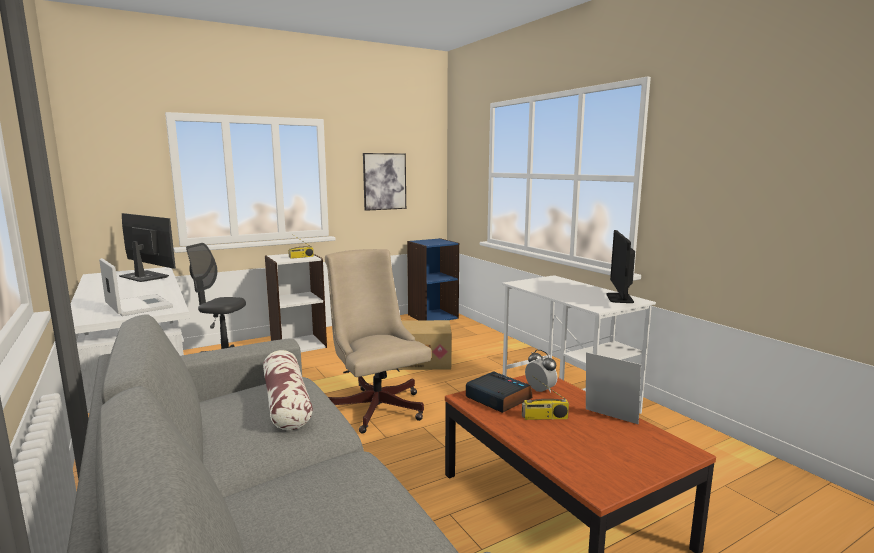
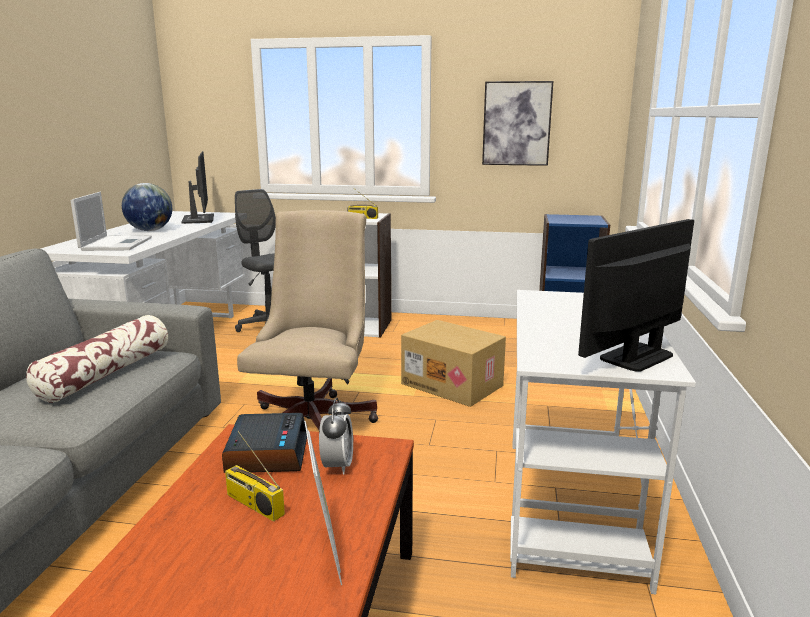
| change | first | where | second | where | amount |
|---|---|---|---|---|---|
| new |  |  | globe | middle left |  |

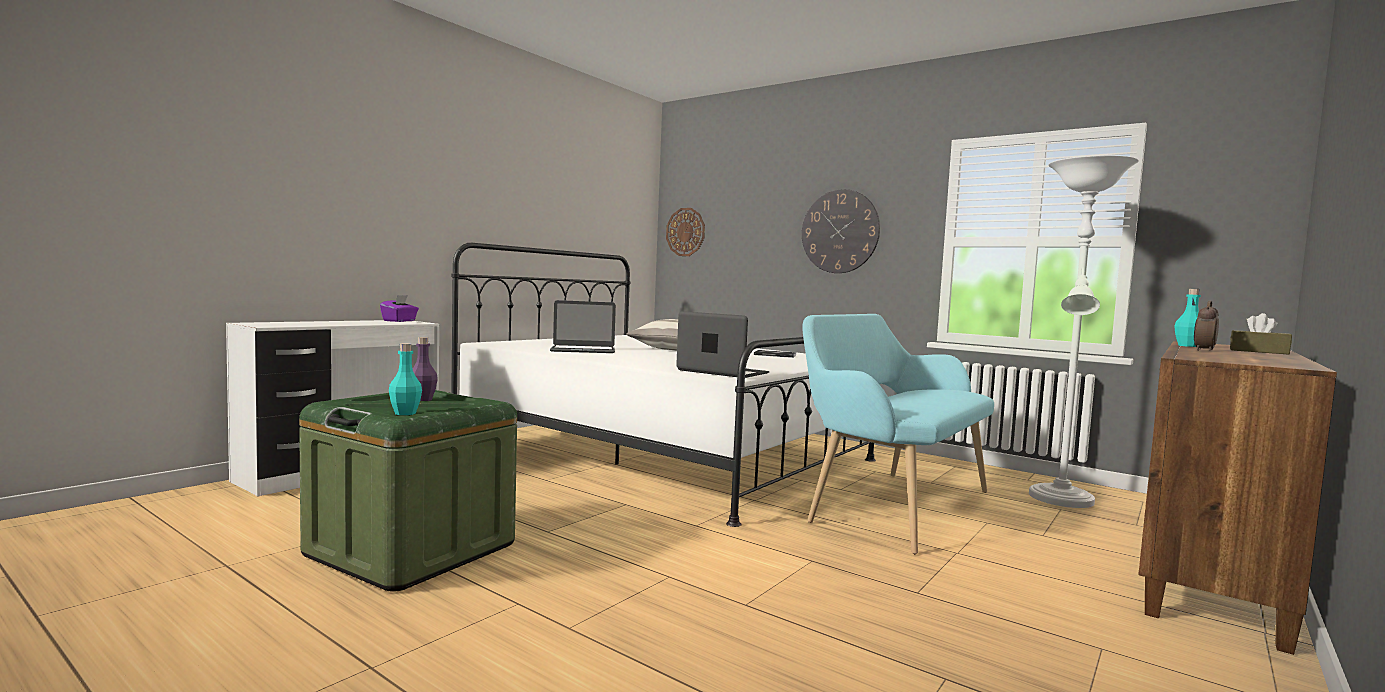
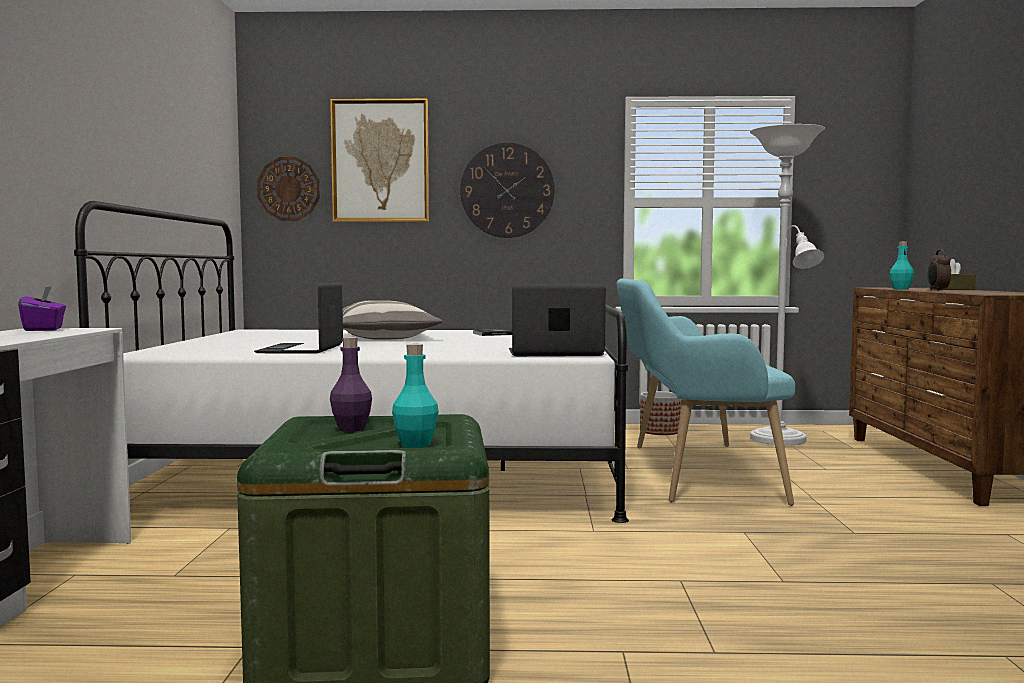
| change | first | where | second | where | amount |
|---|---|---|---|---|---|
| rotated | laptop (no. 1 from left) | centre |  | middle left | 135 degrees clockwise |
| new |  |  | picture | top centre |  |
| new |  |  | planter | centre |  |

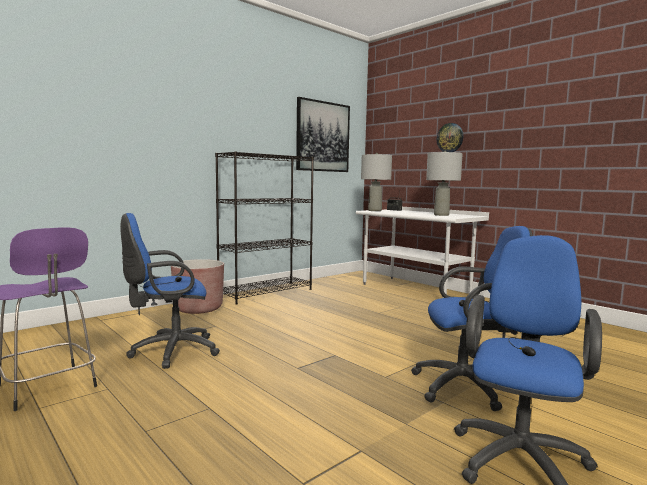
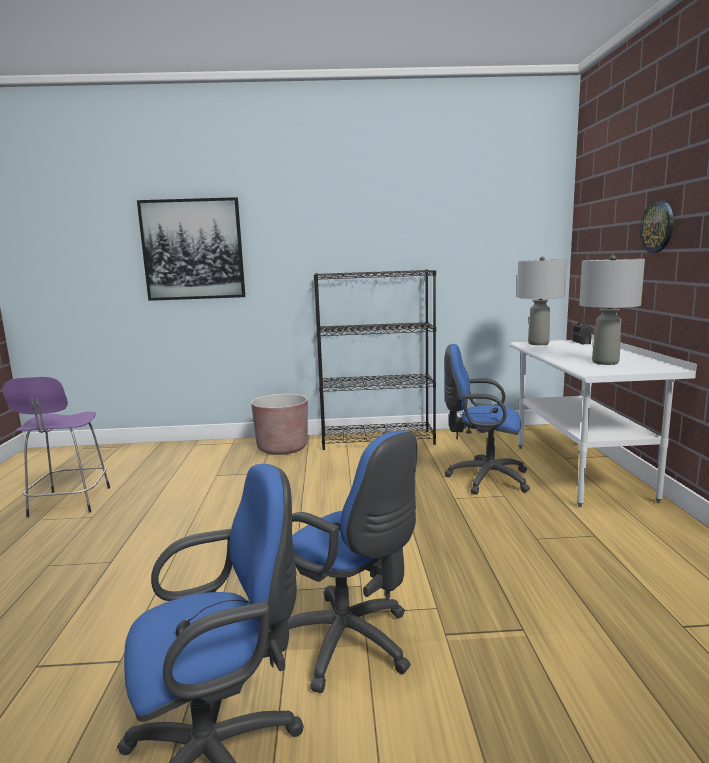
| change | first | where | second | where | amount |
|---|---|---|---|---|---|
| shifted | blue office chair (no. 1 from left in the first image) | middle left | blue office chair (no. 3 from left) | middle right |  |
| shifted | picture | top centre |  | top left |  |

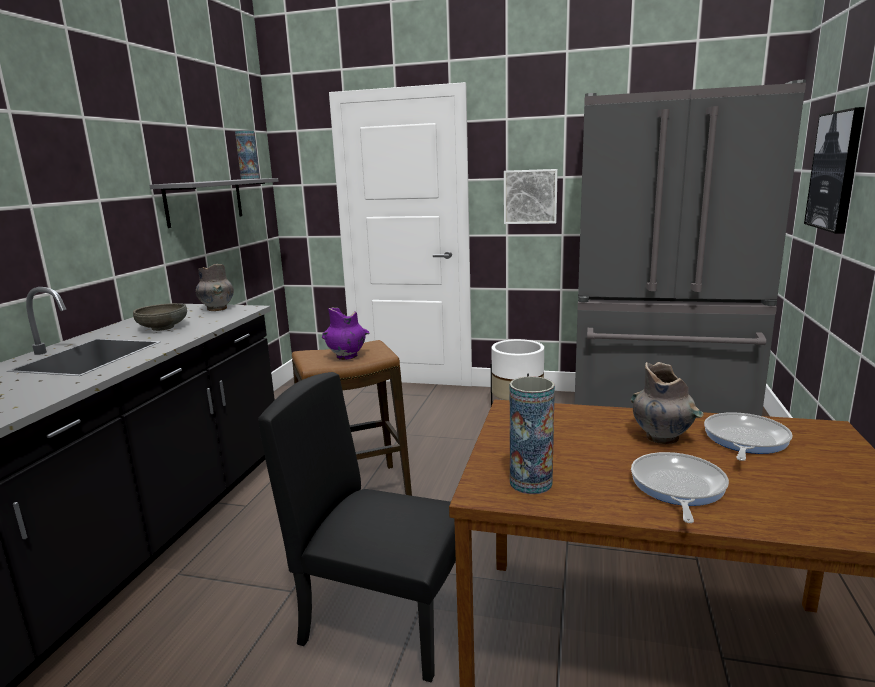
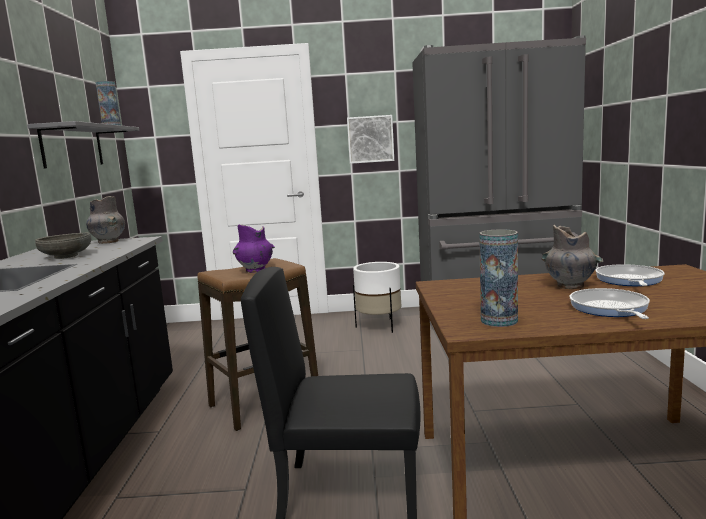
| change | first | where | second | where | amount |
|---|---|---|---|---|---|
| gone | picture (no. 2 from left) | top right |  |  |  |

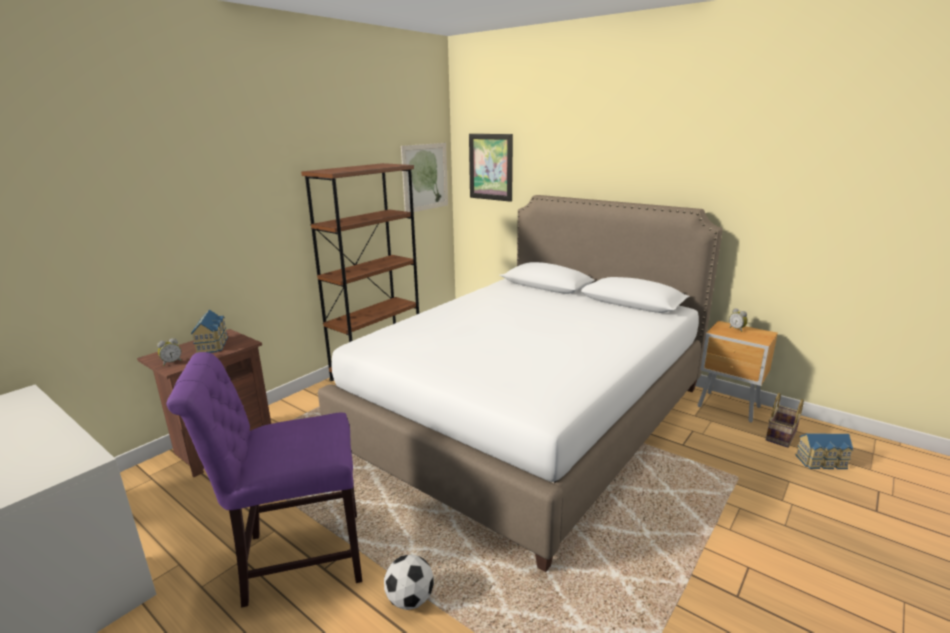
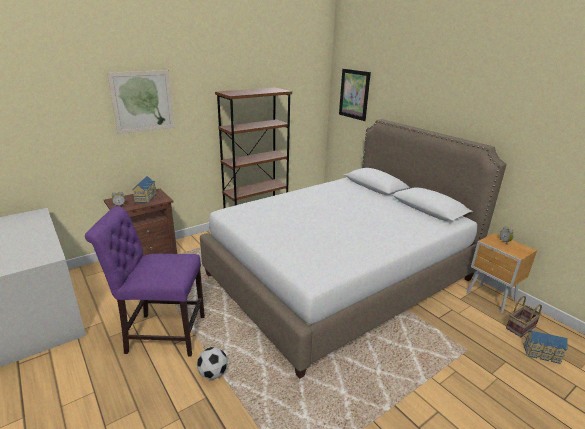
| change | first | where | second | where | amount |
|---|---|---|---|---|---|
| shifted | picture (no. 1 from left) | top centre |  | top left |  |

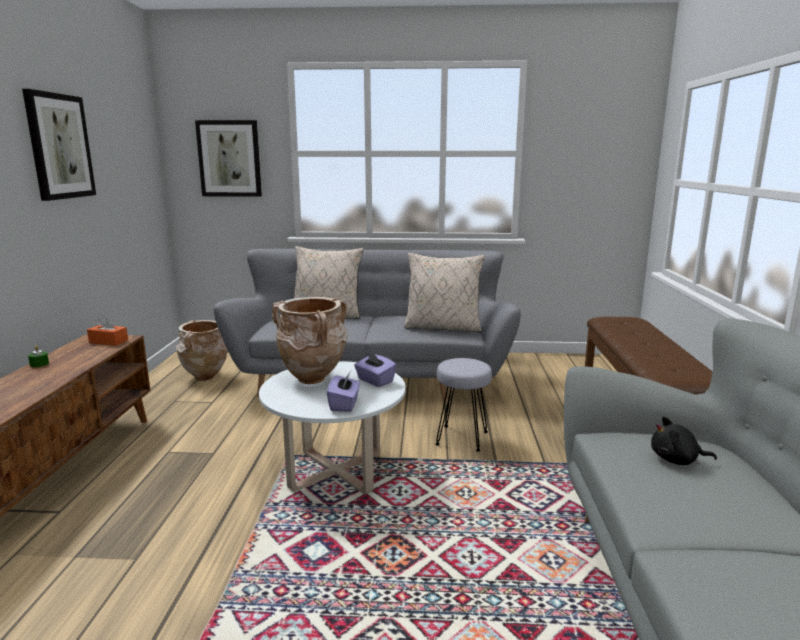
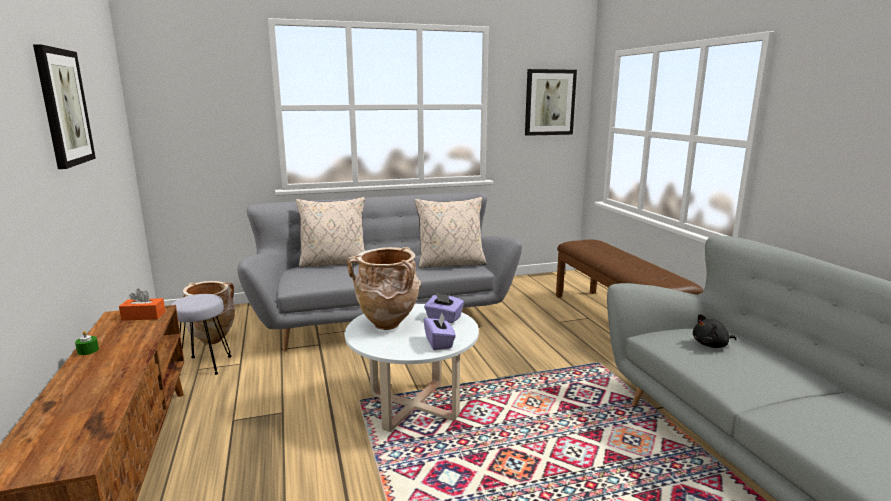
| change | first | where | second | where | amount |
|---|---|---|---|---|---|
| shifted | picture (no. 2 from left) | top left |  | top centre |  |
| shifted | grey stool | centre |  | bottom left |  |

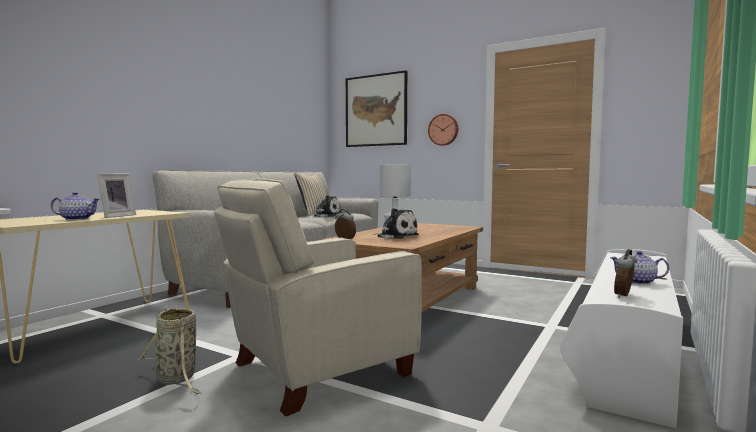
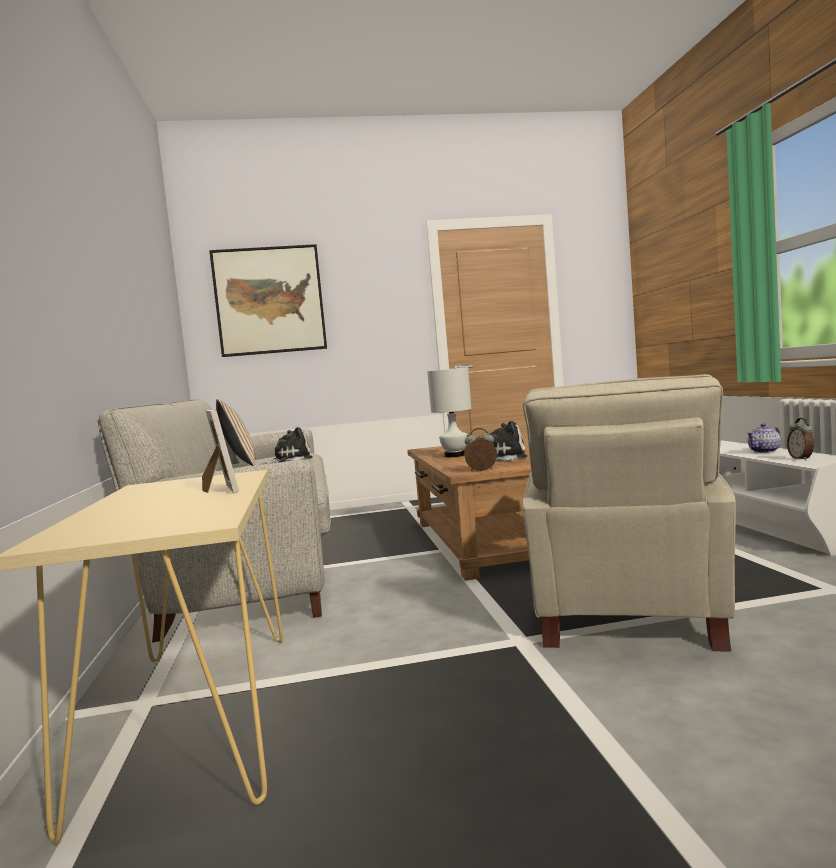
| change | first | where | second | where | amount |
|---|---|---|---|---|---|
| gone | teapot (no. 1 from left) | middle left |  |  |  |
| gone | basket | bottom left |  |  |  |
| gone | wall clock | top centre |  |  |  |

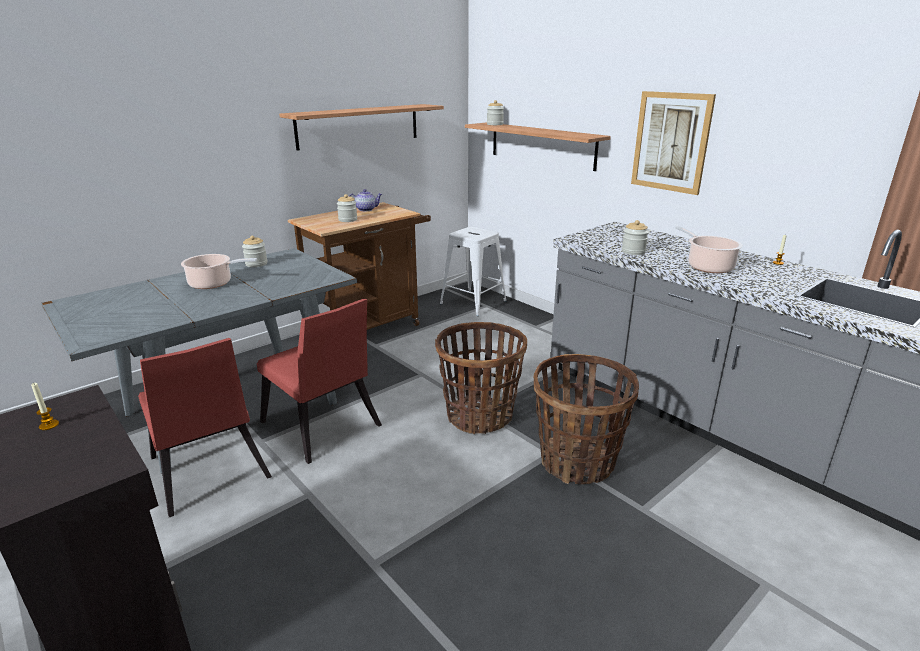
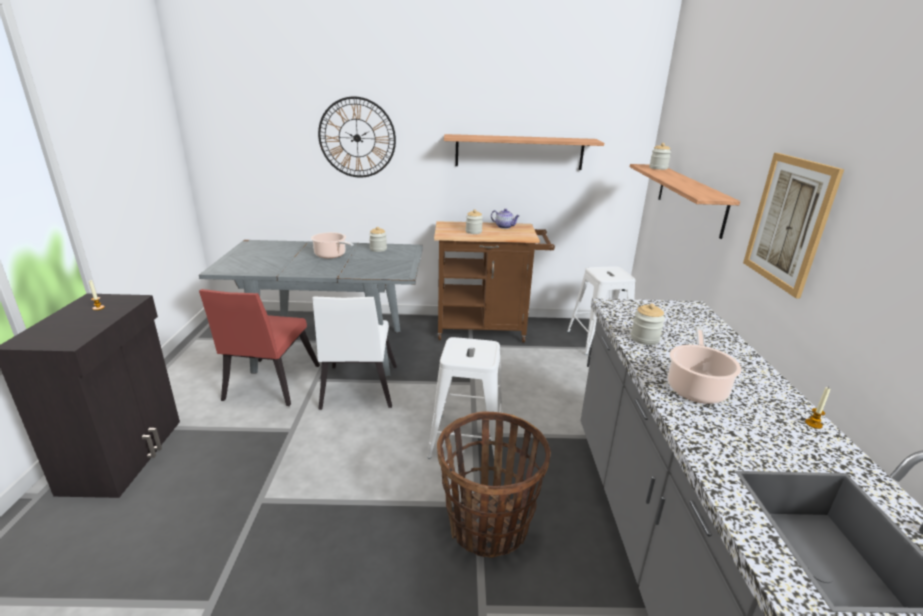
| change | first | where | second | where | amount |
|---|---|---|---|---|---|
| repainted | red chair (no. 2 from left) | centre | white chair | centre |  |
| swapped | basket (no. 1 from left) | centre | white stool (no. 1 from left) | centre |  |
| new |  |  | wall clock | top centre |  |

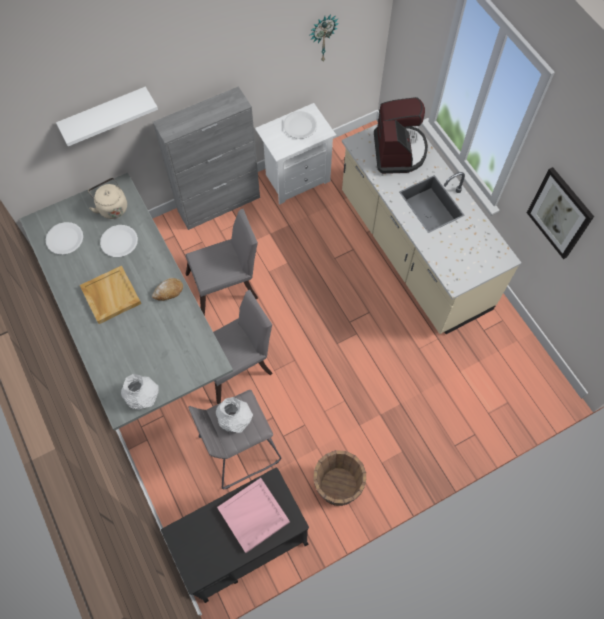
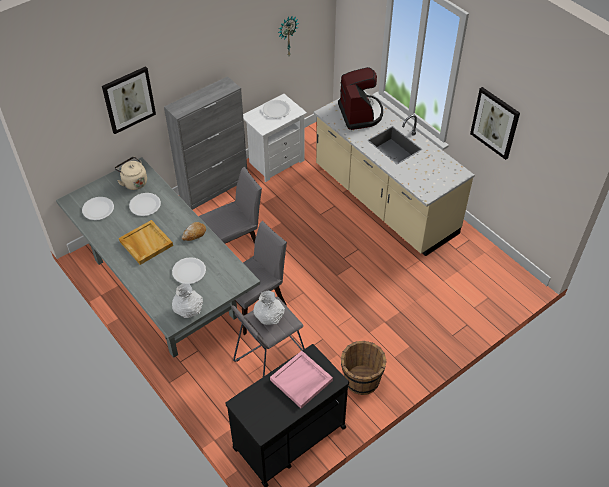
| change | first | where | second | where | amount |
|---|---|---|---|---|---|
| swapped | white shelf | top left | picture (no. 1 from left) | top left |  |
| new |  |  | white plate (no. 3 from left) | middle left |  |

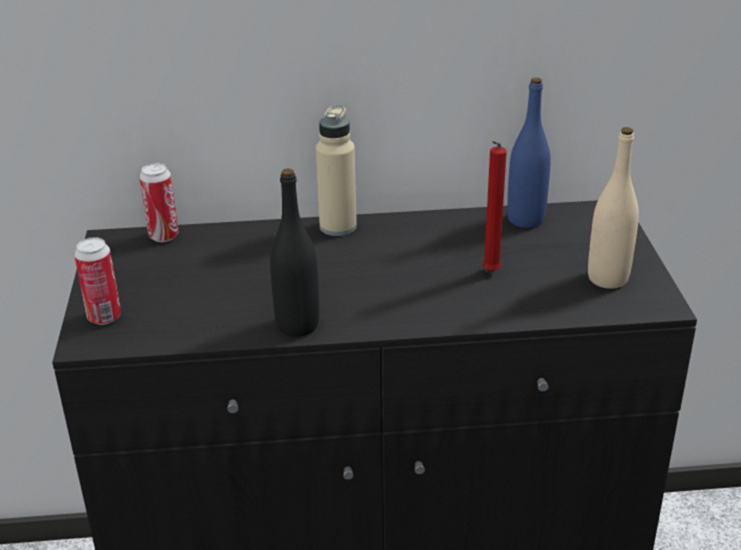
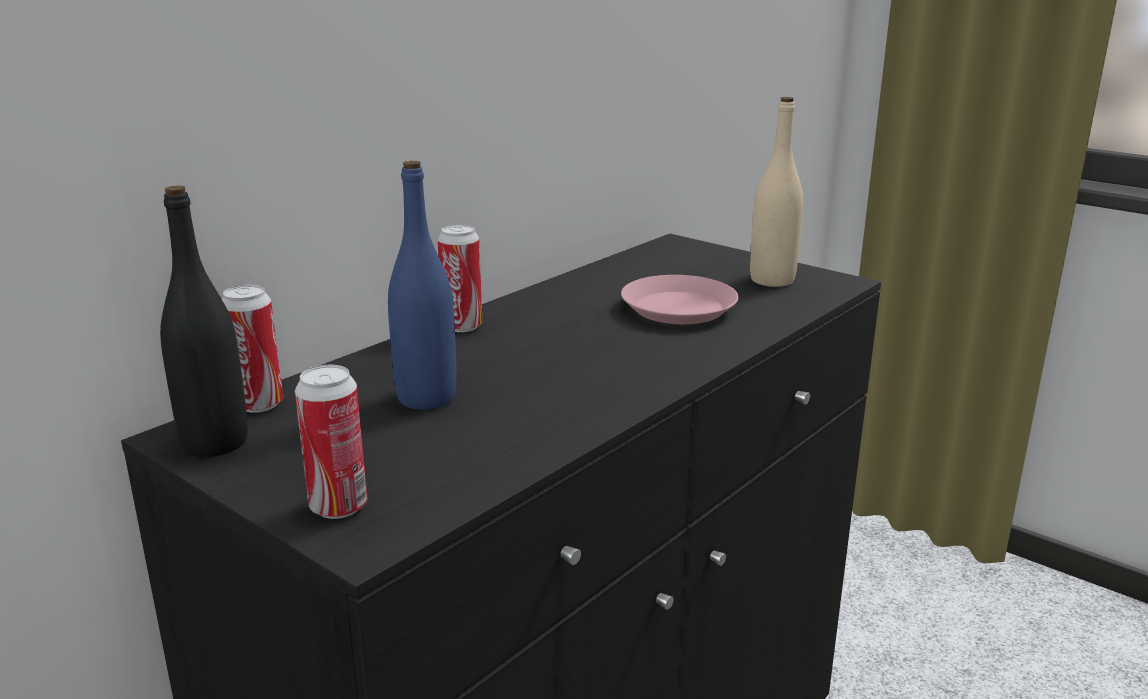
| change | first | where | second | where | amount |
|---|---|---|---|---|---|
| shifted | black bottle | centre |  | middle left |  |
| swapped | beige bottle (no. 1 from left) | top centre | can (no. 3 from left) | centre |  |
| swapped | red candle | middle right | pink plate | centre |  |
| shifted | blue bottle | top right |  | centre |  |

